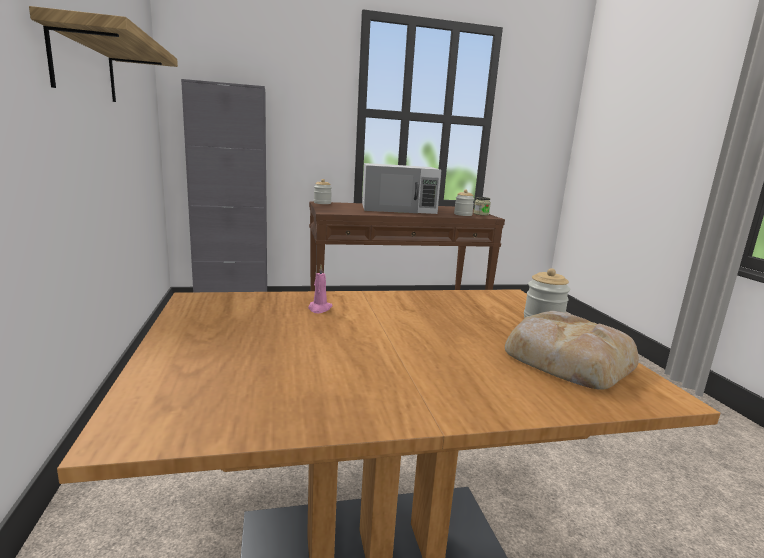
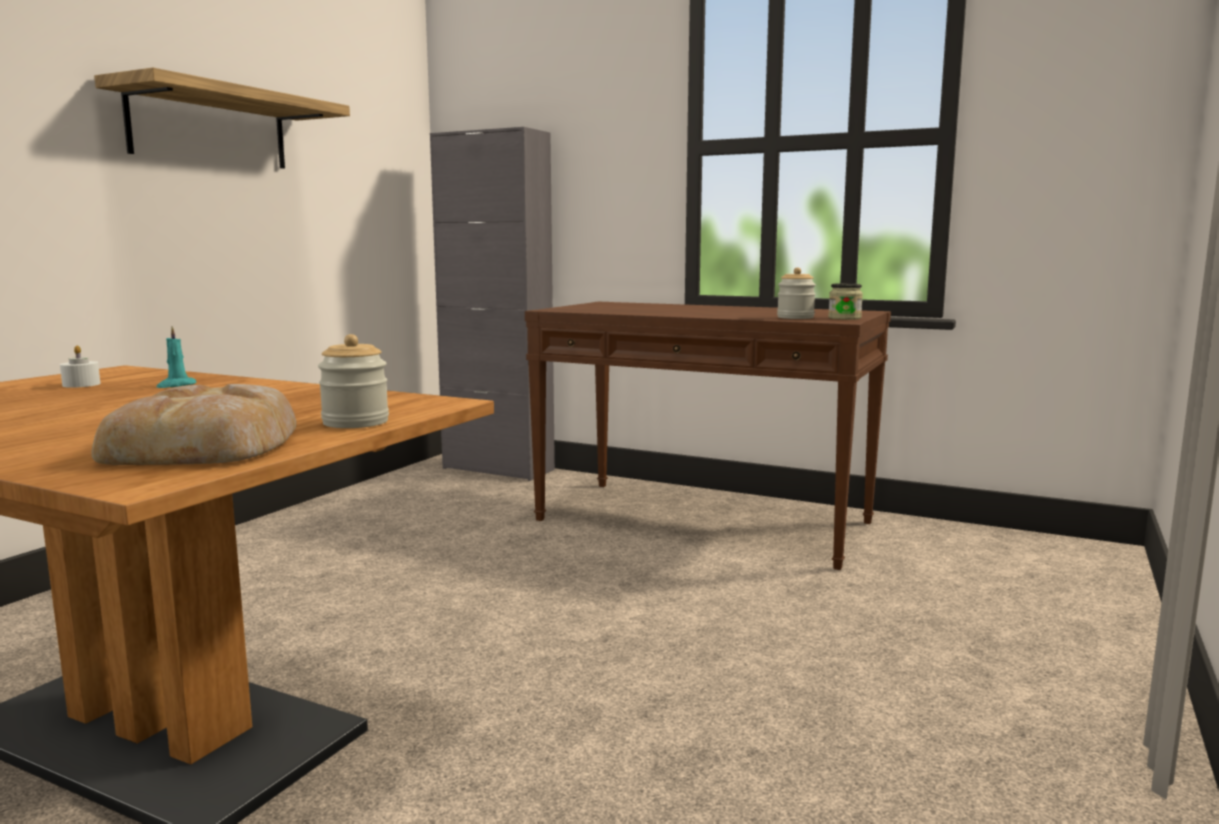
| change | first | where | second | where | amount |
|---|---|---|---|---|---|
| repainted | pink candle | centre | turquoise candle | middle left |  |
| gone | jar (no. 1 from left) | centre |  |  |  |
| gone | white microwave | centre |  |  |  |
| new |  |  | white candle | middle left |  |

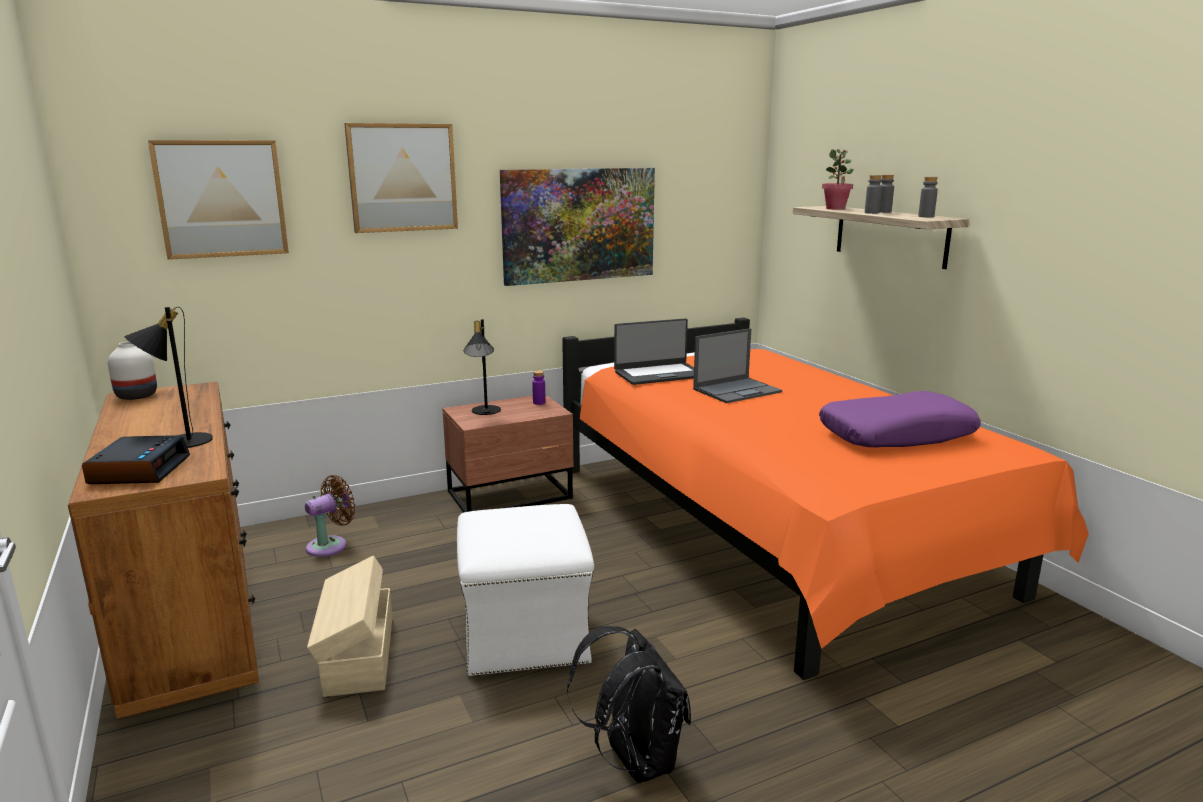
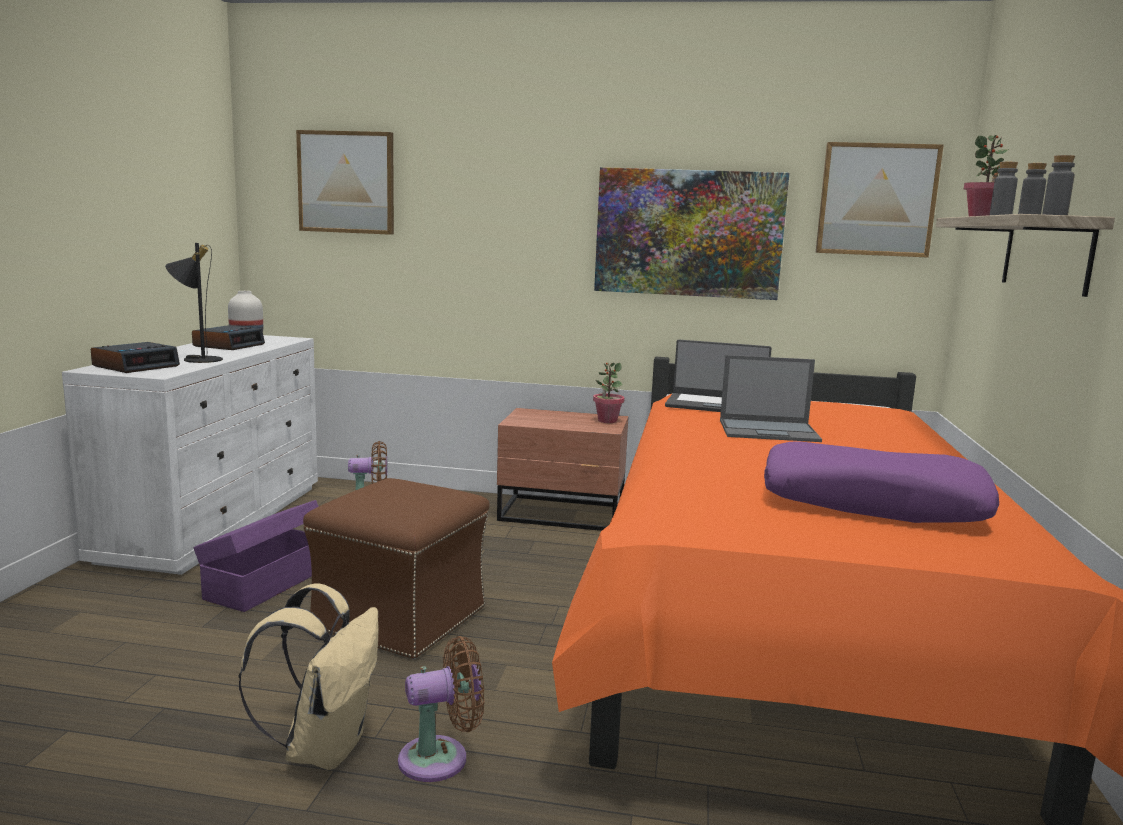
| change | first | where | second | where | amount |
|---|---|---|---|---|---|
| repainted | brown dresser | bottom left | white dresser | middle left |  |
| repainted | beige storage box | bottom left | purple storage box | bottom left |  |
| shifted | picture (no. 2 from left in the first image) | top centre | picture (no. 3 from left) | top right |  |
| repainted | white ottoman | bottom centre | brown ottoman | bottom centre |  |
| gone | black table lamp (no. 2 from left) | centre |  |  |  |
| swapped | purple bottle | centre | potted plant (no. 1 from left) | centre |  |
| repainted | black backpack | bottom centre | beige backpack | bottom left |  |
| new |  |  | alarm clock (no. 2 from left) | middle left |  |
| new |  |  | brown fan (no. 2 from left) | bottom centre |  |

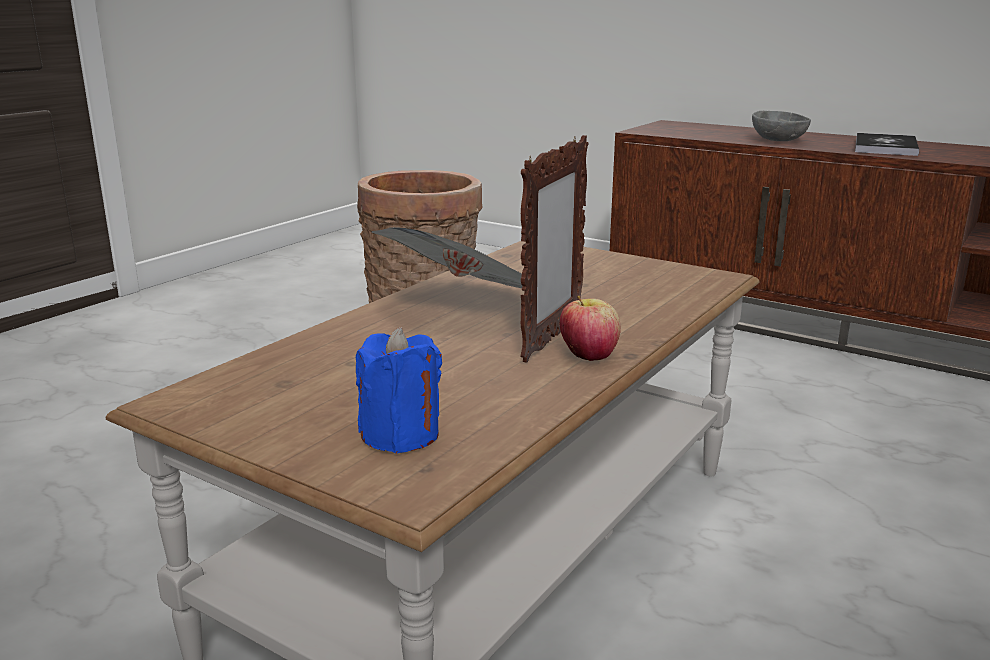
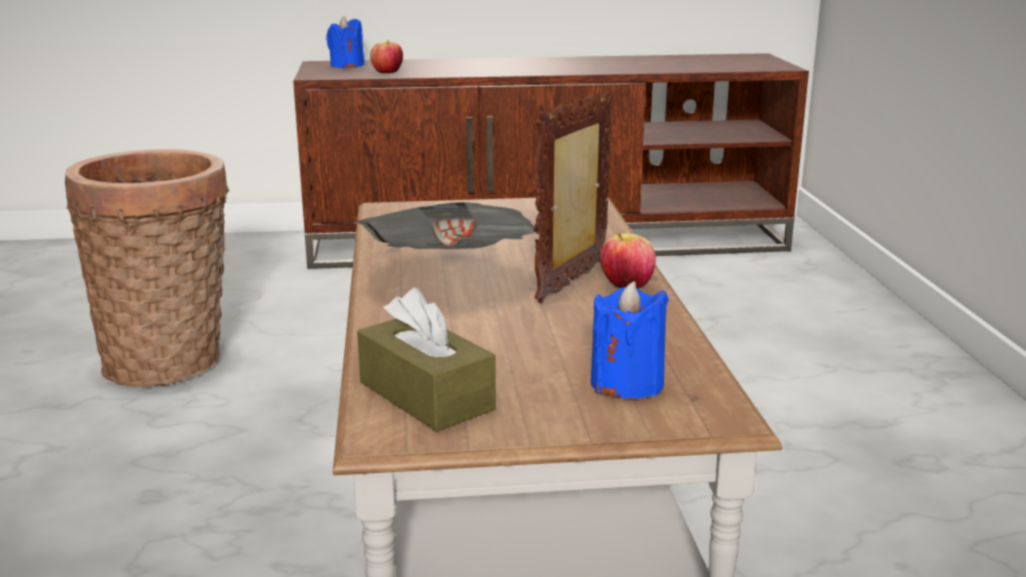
| change | first | where | second | where | amount |
|---|---|---|---|---|---|
| rotated | picture frame | centre |  | centre | 135 degrees counterclockwise |
| gone | grey bowl | top right |  |  |  |
| gone | book | top right |  |  |  |
| new |  |  | blue candle (no. 1 from left) | top centre |  |
| new |  |  | brown tissue box | centre |  |
| new |  |  | apple (no. 1 from left) | top centre |  |

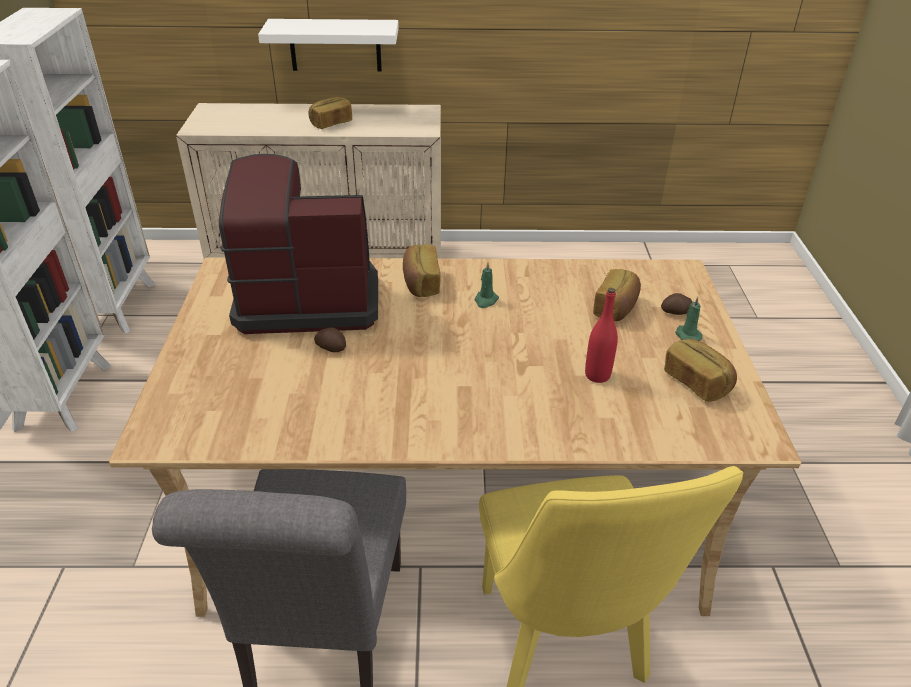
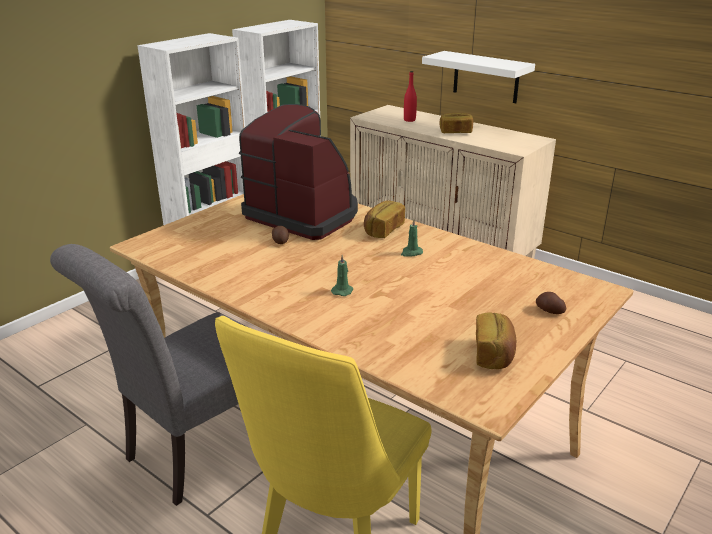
| change | first | where | second | where | amount |
|---|---|---|---|---|---|
| shifted | red bottle | centre |  | top centre |  |
| gone | bread (no. 3 from left) | middle right |  |  |  |
| shifted | green candle (no. 2 from left in the first image) | middle right | green candle (no. 1 from left) | centre |  |

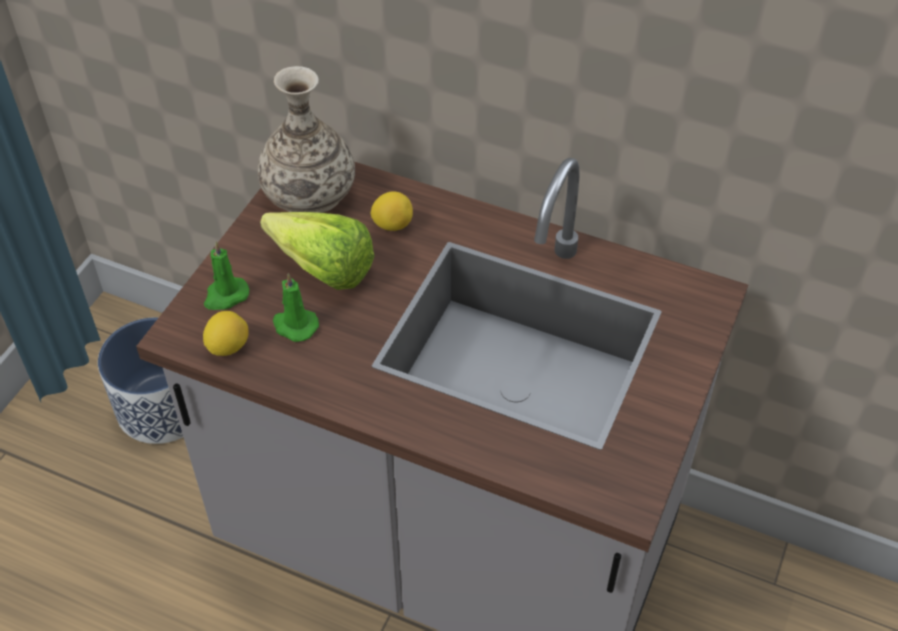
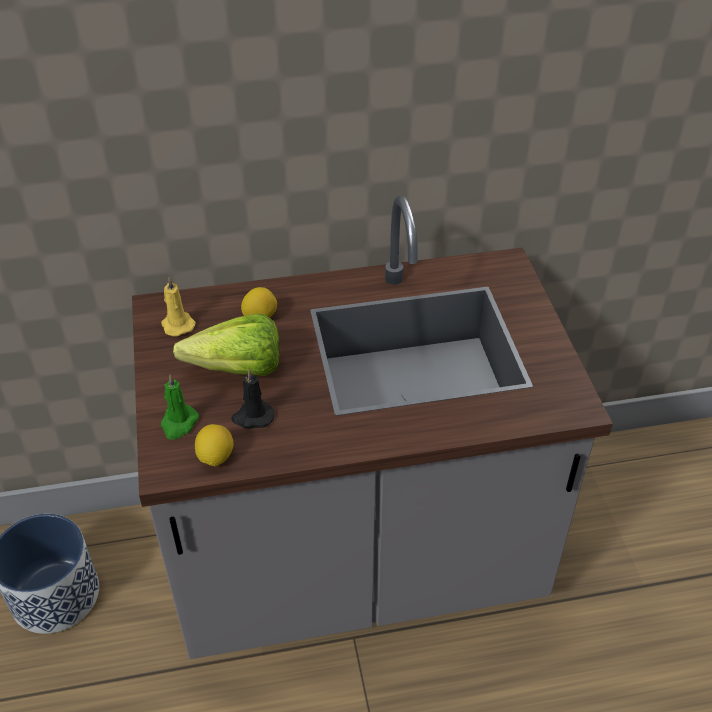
| change | first | where | second | where | amount |
|---|---|---|---|---|---|
| swapped | vase | top centre | yellow candle | middle left |  |
| repainted | green candle (no. 2 from left) | middle left | black candle | centre |  |

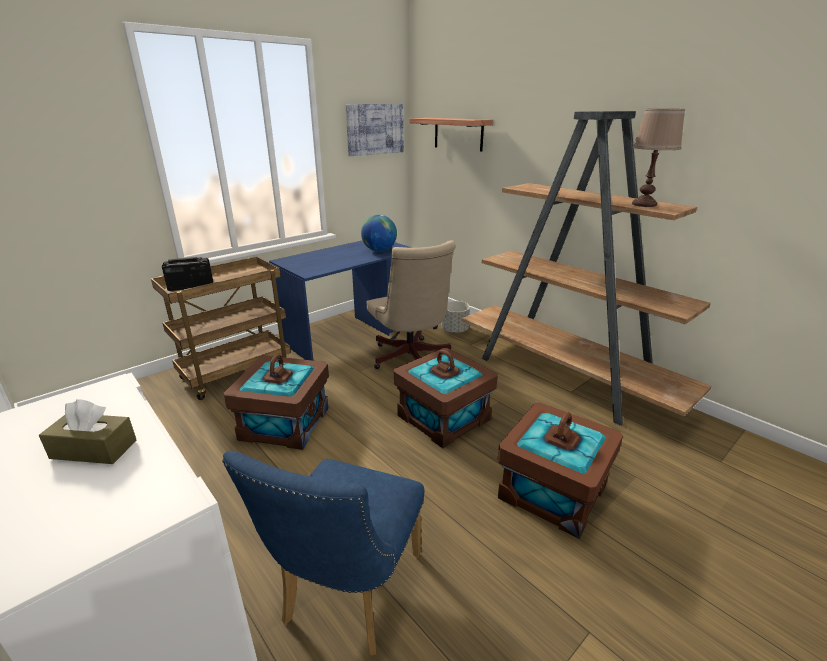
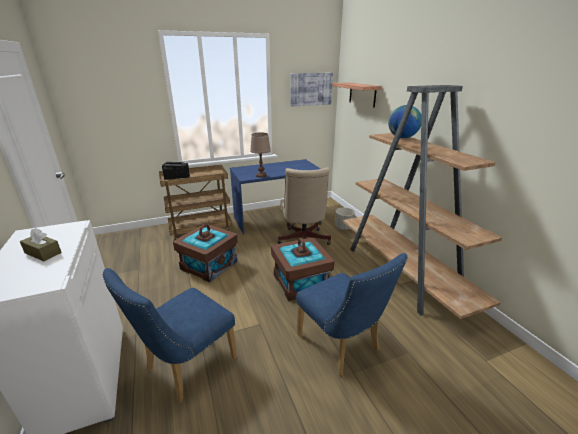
| change | first | where | second | where | amount |
|---|---|---|---|---|---|
| shifted | globe | centre |  | top right |  |
| swapped | brown storage box (no. 3 from left) | bottom right | blue chair (no. 2 from left) | bottom centre |  |
| shifted | brown table lamp | top right |  | centre |  |

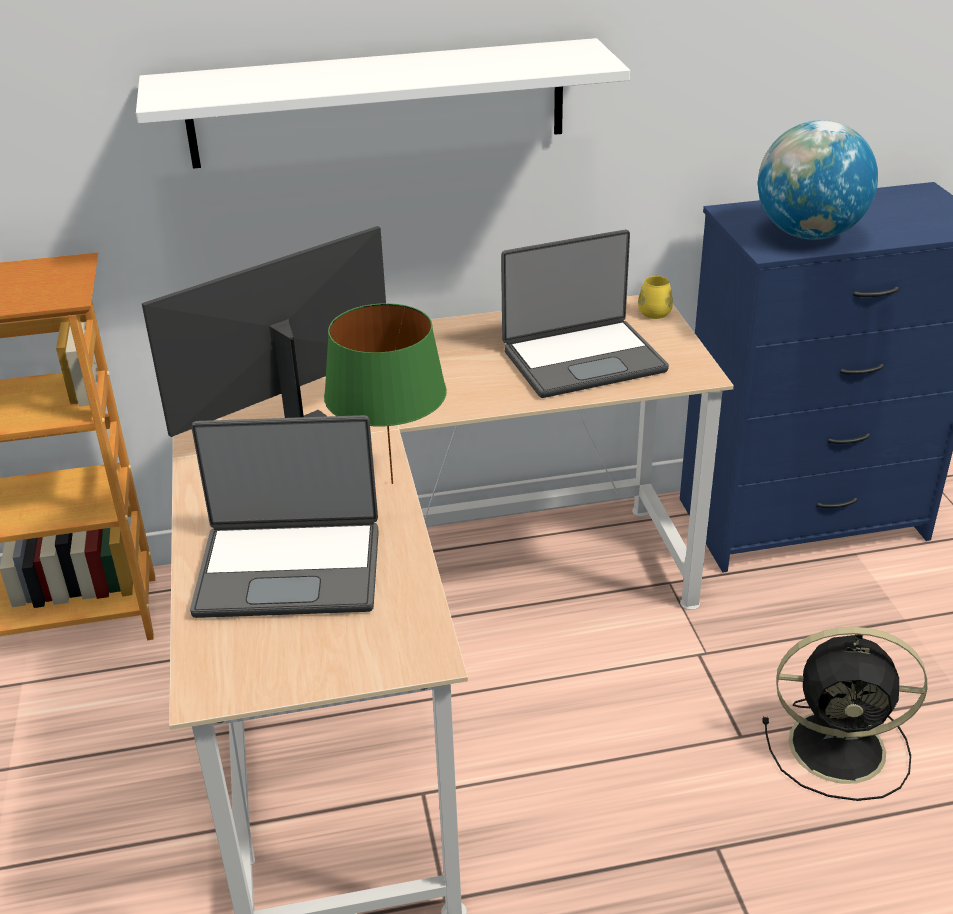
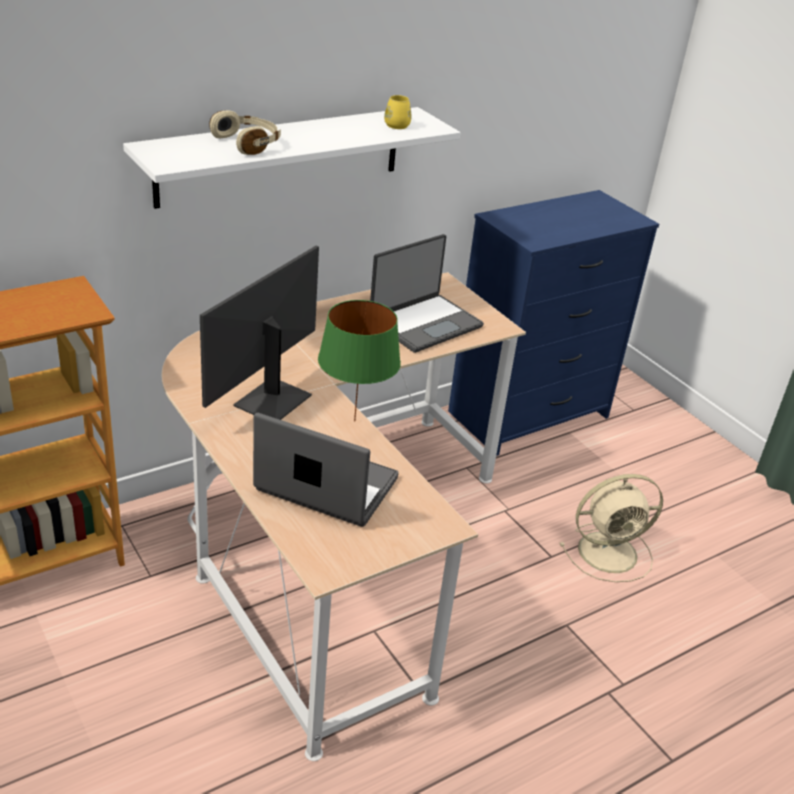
| change | first | where | second | where | amount |
|---|---|---|---|---|---|
| rotated | laptop (no. 1 from left) | middle left |  | centre | 135 degrees counterclockwise |
| shifted | yellow mug | top right |  | top centre |  |
| gone | globe | top right |  |  |  |
| repainted | black fan | bottom right | beige fan | middle right |  |
| new |  |  | beige headphones | top left |  |

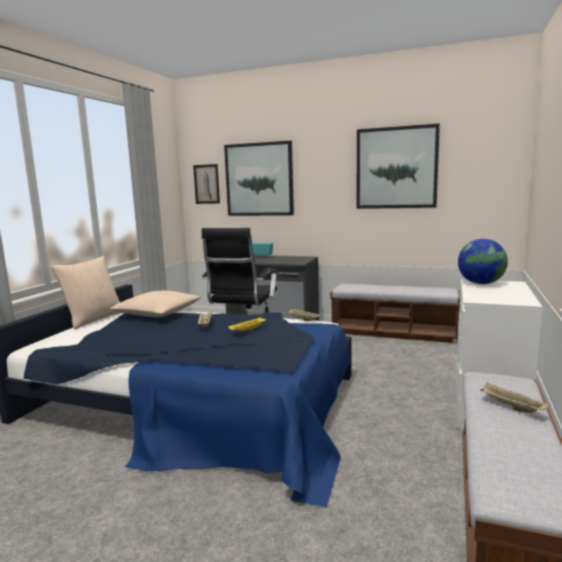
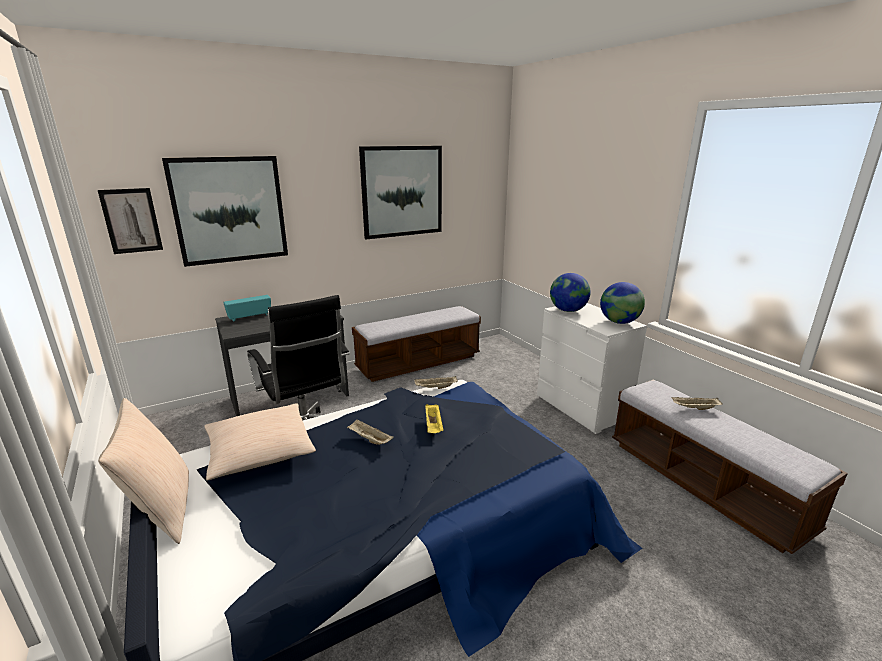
| change | first | where | second | where | amount |
|---|---|---|---|---|---|
| new |  |  | globe (no. 2 from left) | middle right |  |

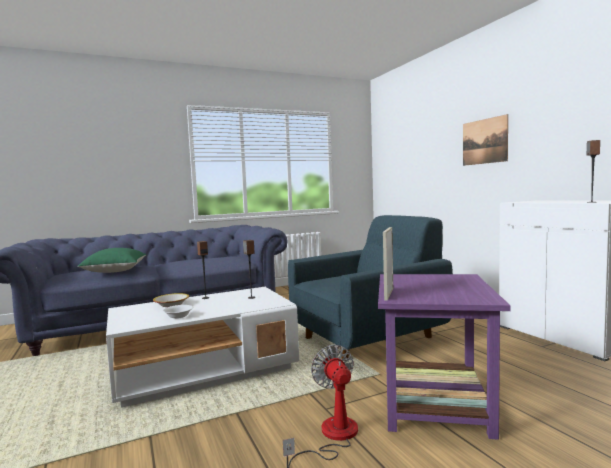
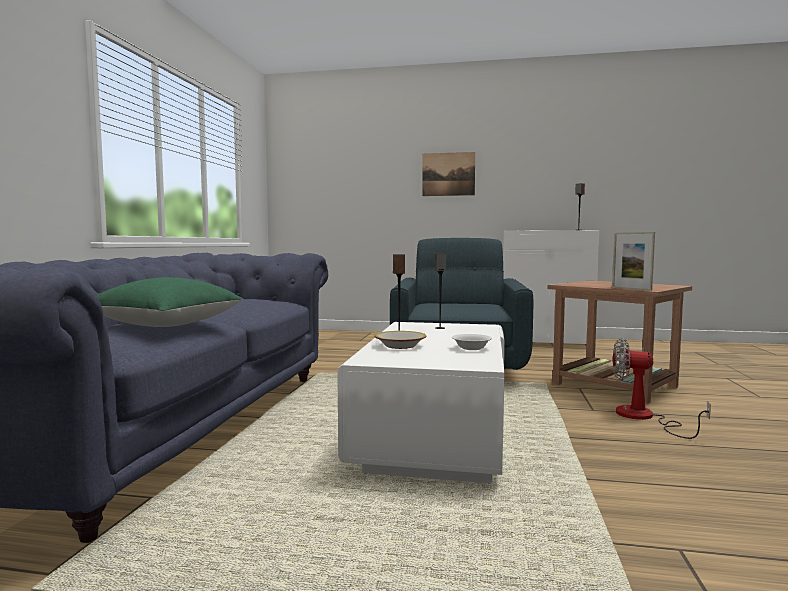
| change | first | where | second | where | amount |
|---|---|---|---|---|---|
| repainted | purple side table | bottom right | brown side table | middle right |  |

